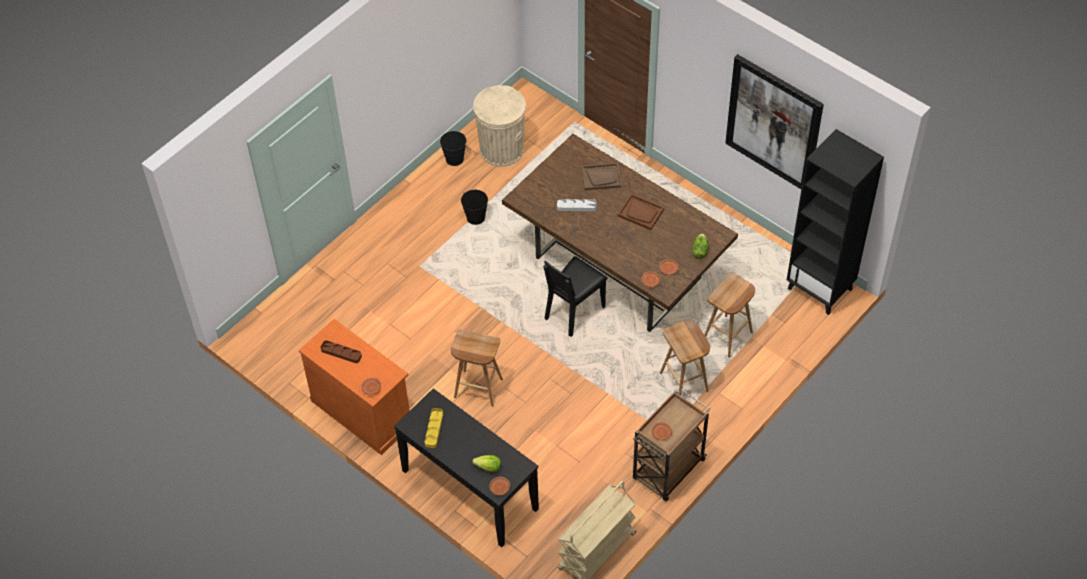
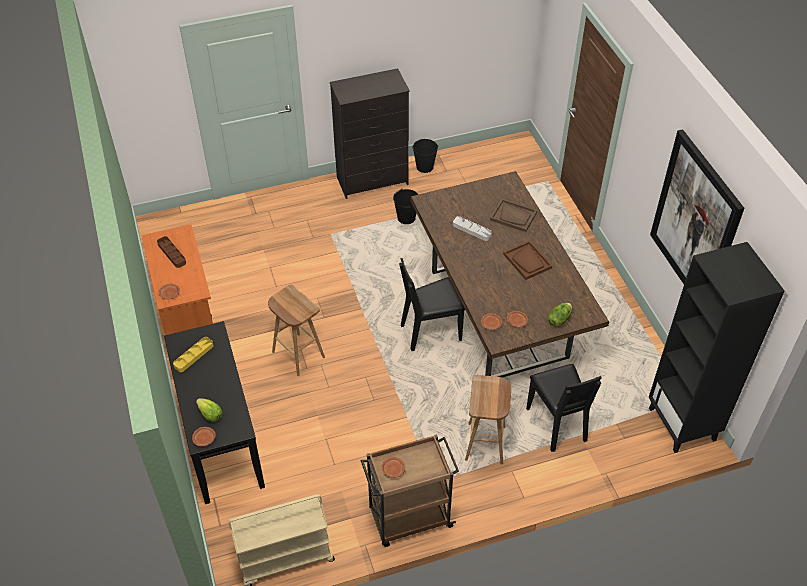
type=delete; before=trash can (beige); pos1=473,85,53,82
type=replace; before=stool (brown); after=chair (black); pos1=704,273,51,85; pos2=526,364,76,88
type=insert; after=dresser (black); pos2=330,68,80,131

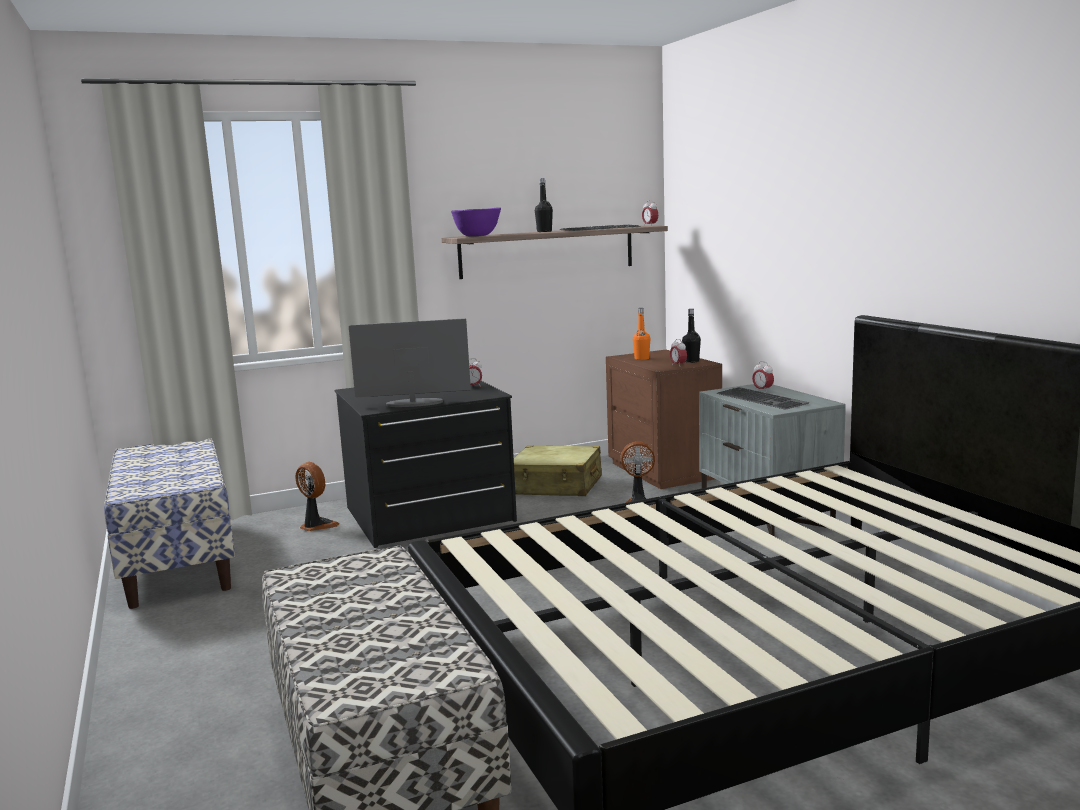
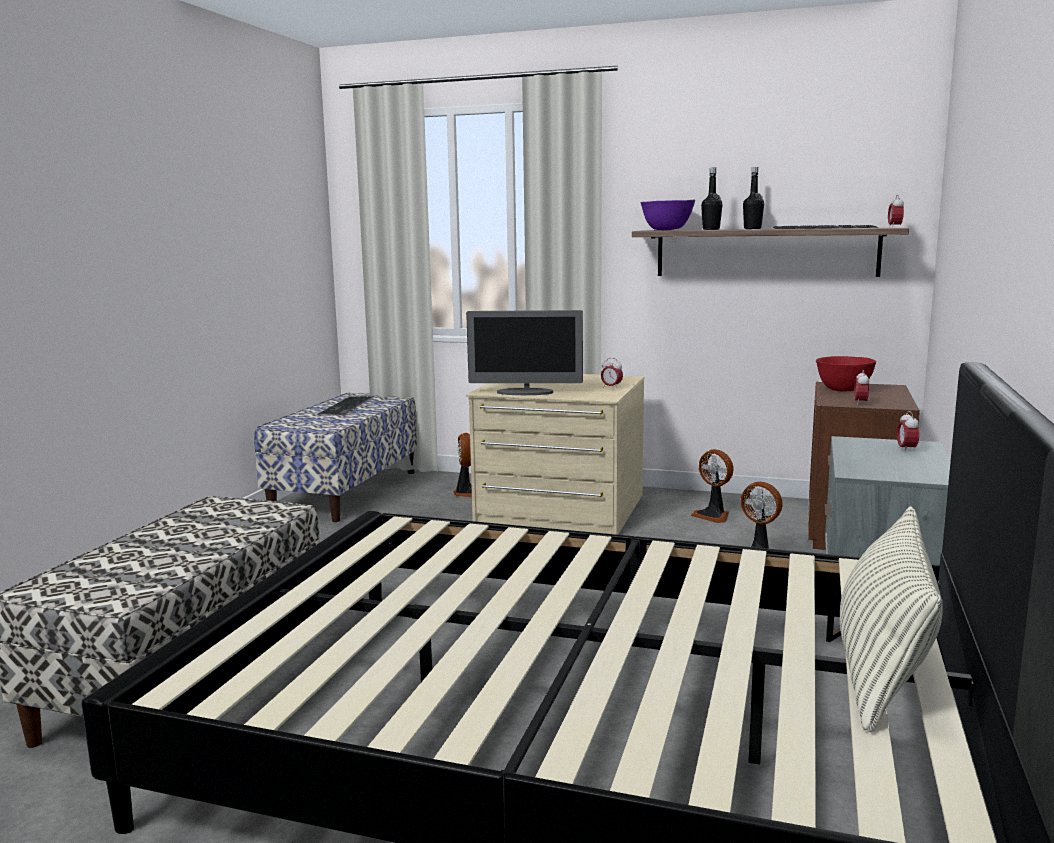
type=replace; before=bottle (orange); after=bowl (red); pos1=633,308,18,52; pos2=816,356,60,36
type=move; before=bottle (black); pos1=682,309,19,54; pos2=701,167,22,63
type=rotate; before=monitor; pos1=349,318,122,89; pos2=466,310,117,85; turn=150
type=recolor; before=dresser (black); after=dresser (beige); pos1=334,381,183,167; pos2=466,374,178,161
type=move; before=keyboard; pos1=716,387,94,23; pos2=318,396,56,19
type=replace; before=suitcase (beige); after=fan; pos1=514,446,88,50; pos2=691,449,43,74
type=insert; after=pillow; pos2=840,507,103,225

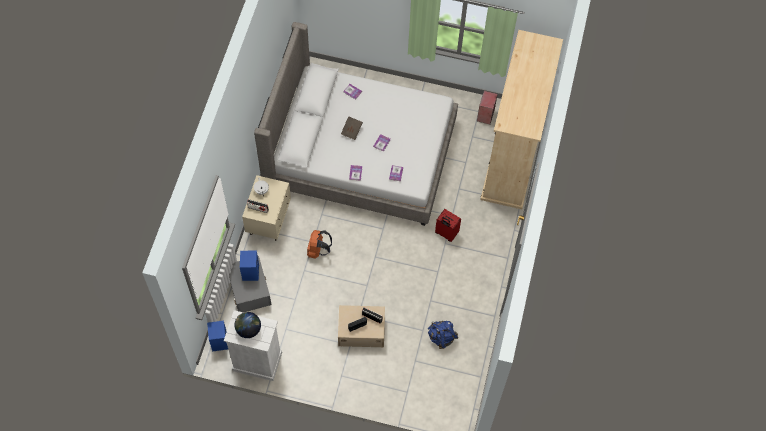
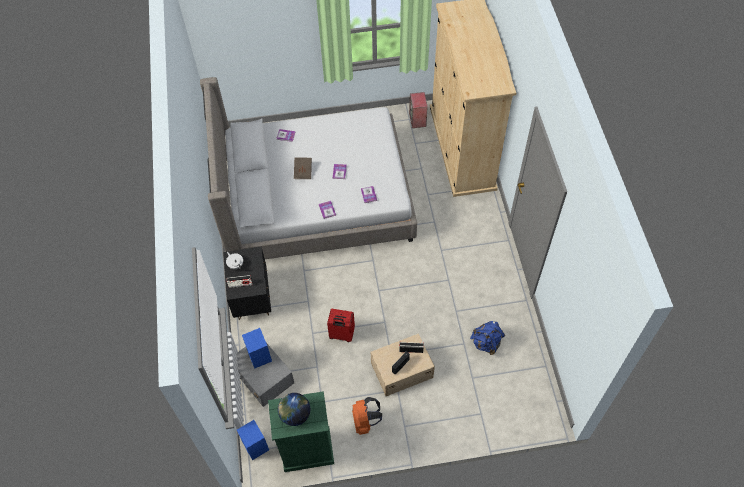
type=recolor; before=nightstand (beige); after=nightstand (black); pos1=242,175,49,66; pos2=223,246,48,74
type=move; before=suitcase (red); pos1=435,209,26,33; pos2=327,309,28,33
type=move; before=backpack (orange); pos1=307,230,25,29; pos2=352,397,30,38
type=recolor; before=dresser (white); after=dresser (green); pos1=224,310,58,71; pos2=268,391,66,81

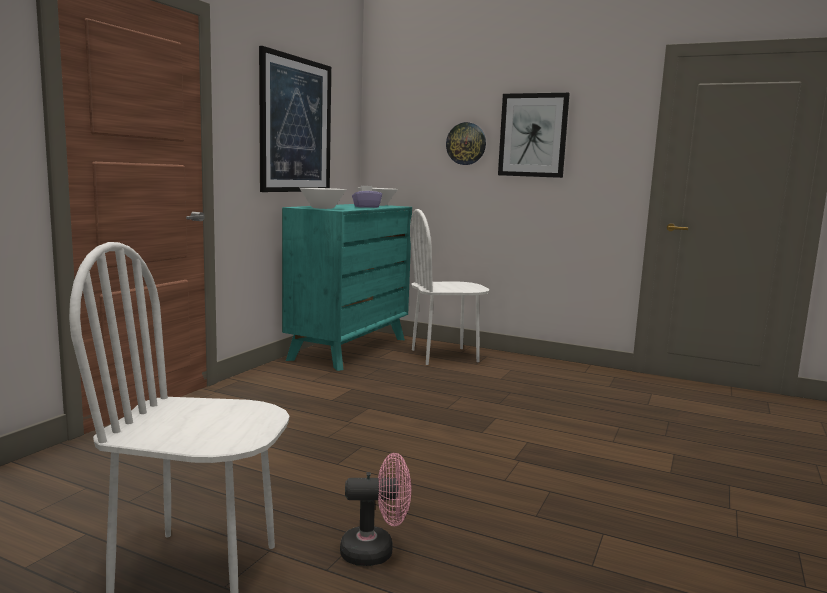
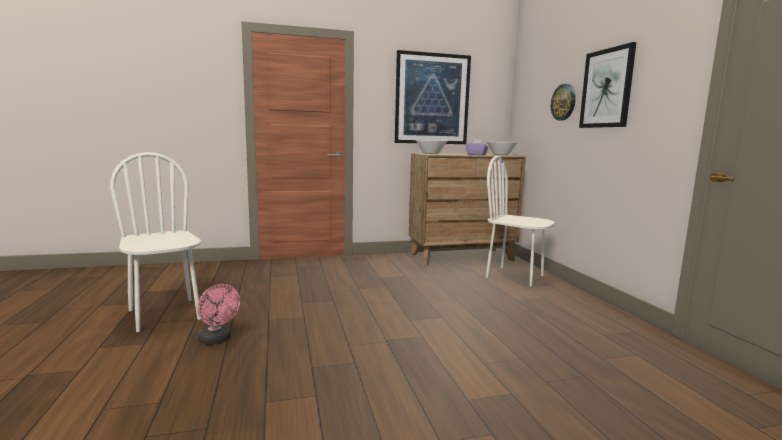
type=recolor; before=dresser (turquoise); after=dresser (brown); pos1=282,204,130,167; pos2=409,153,117,113

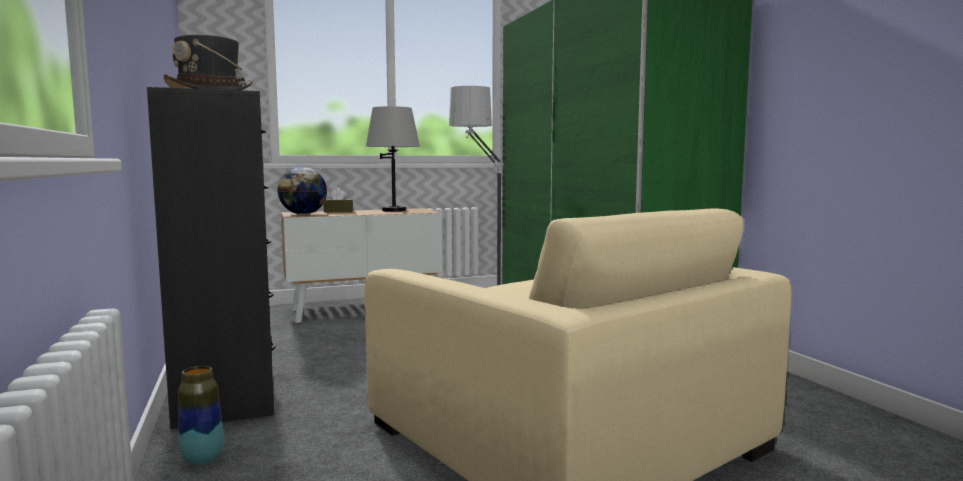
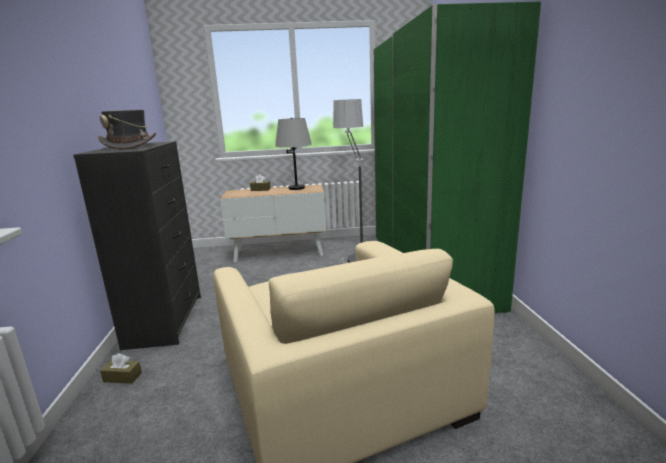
type=delete; before=globe; pos1=278,167,49,48
type=replace; before=vase; after=tissue box (brown); pos1=178,366,46,99; pos2=100,353,42,31

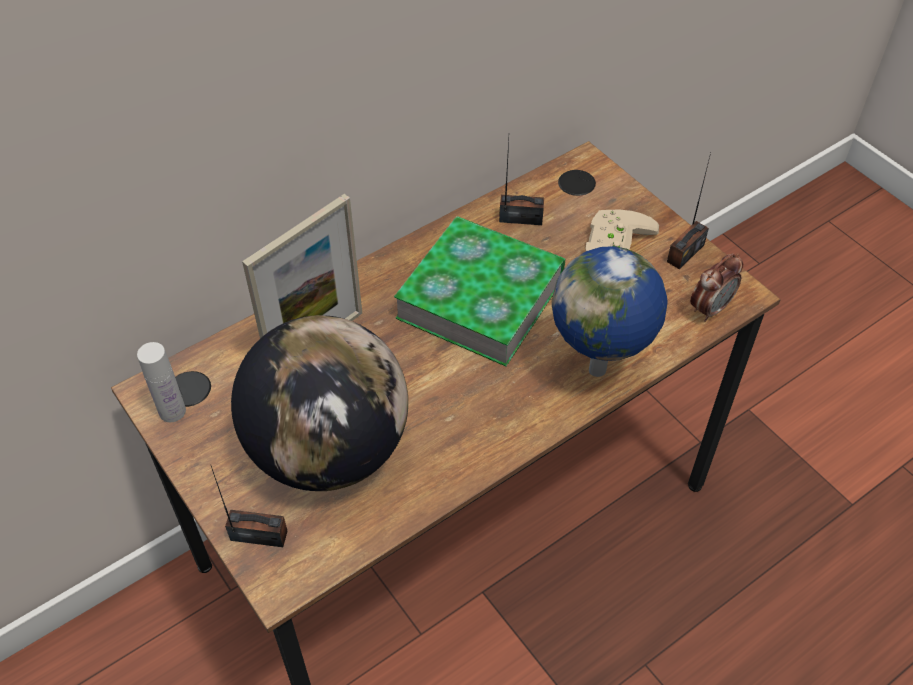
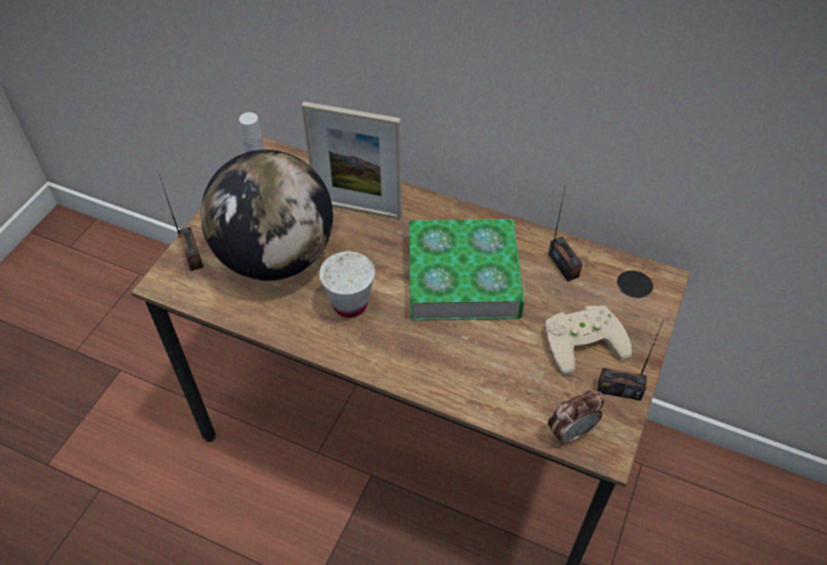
type=delete; before=globe; pos1=552,246,116,131
type=rotate; before=alarm clock; pos1=690,253,53,69; pos2=548,390,56,55; turn=-45
type=insert; after=cup (white); pos2=319,251,56,67

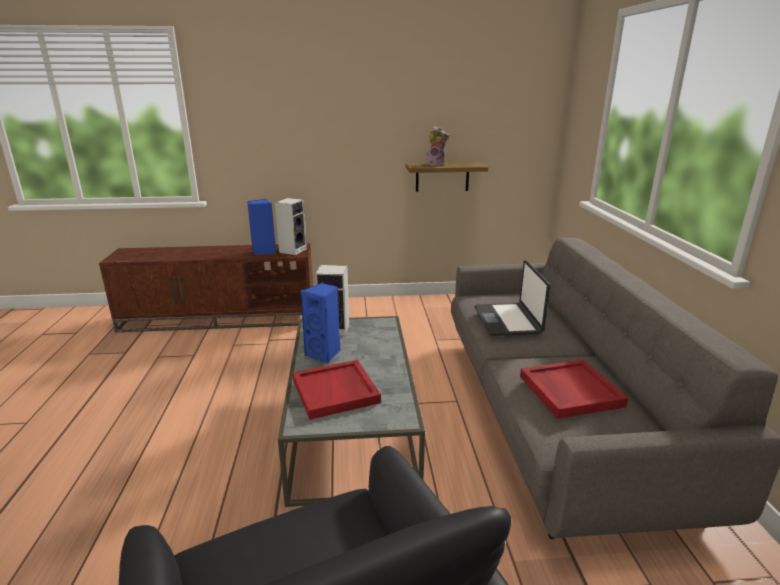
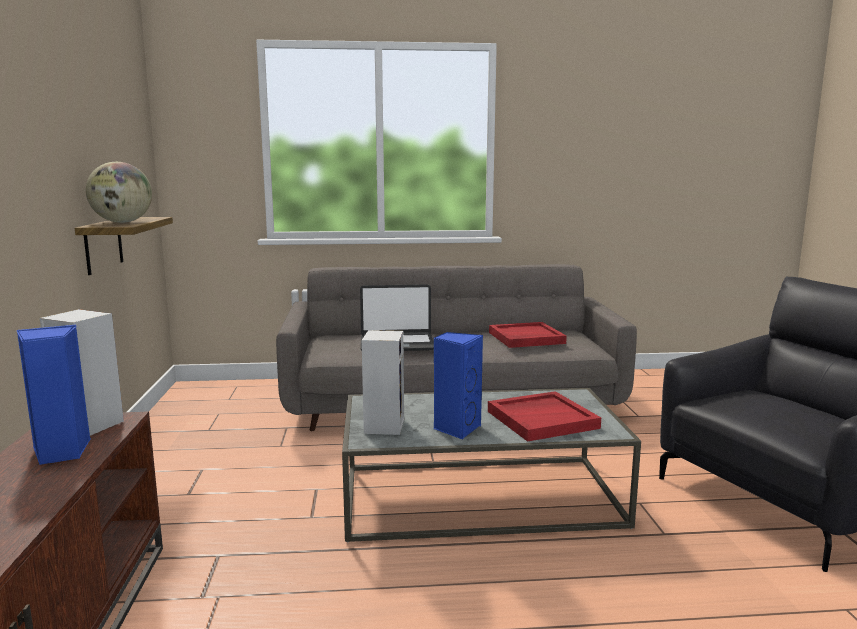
type=replace; before=plush toy; after=globe; pos1=425,126,24,40; pos2=86,162,66,61

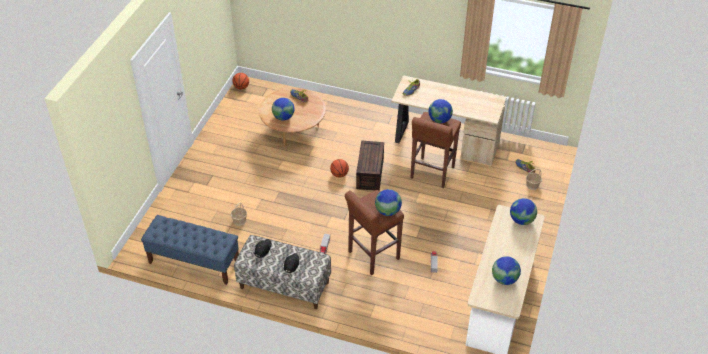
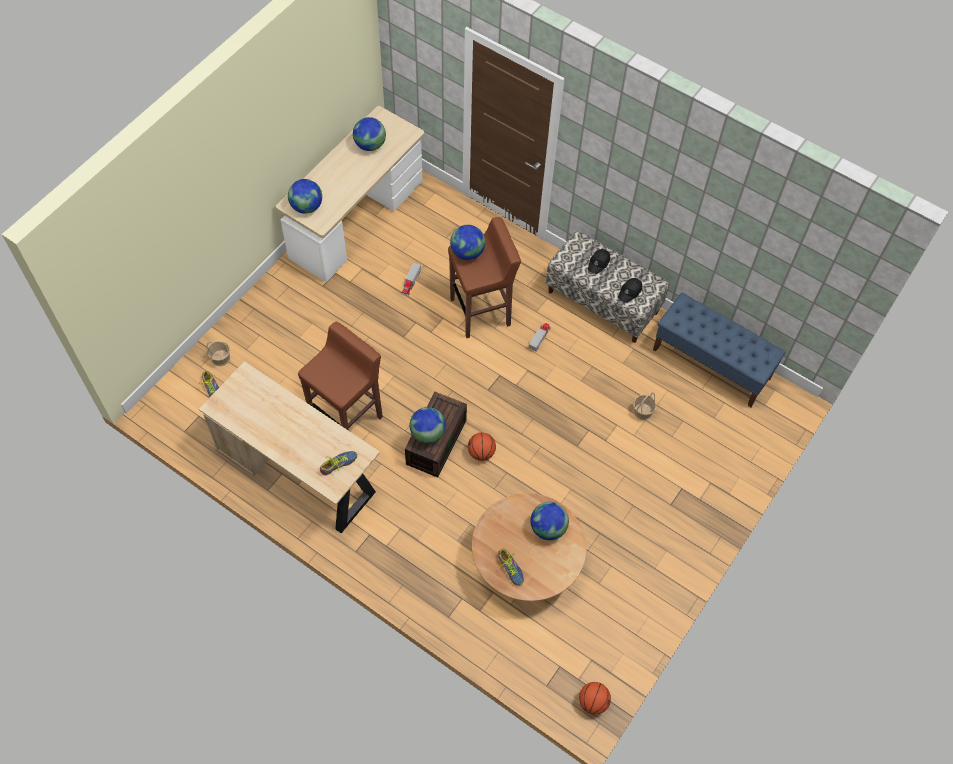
type=move; before=globe; pos1=428,99,25,24; pos2=409,407,37,37

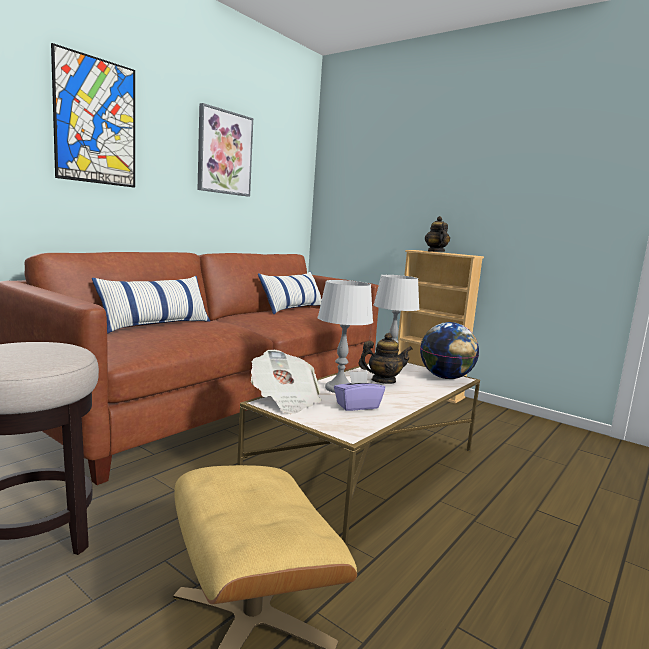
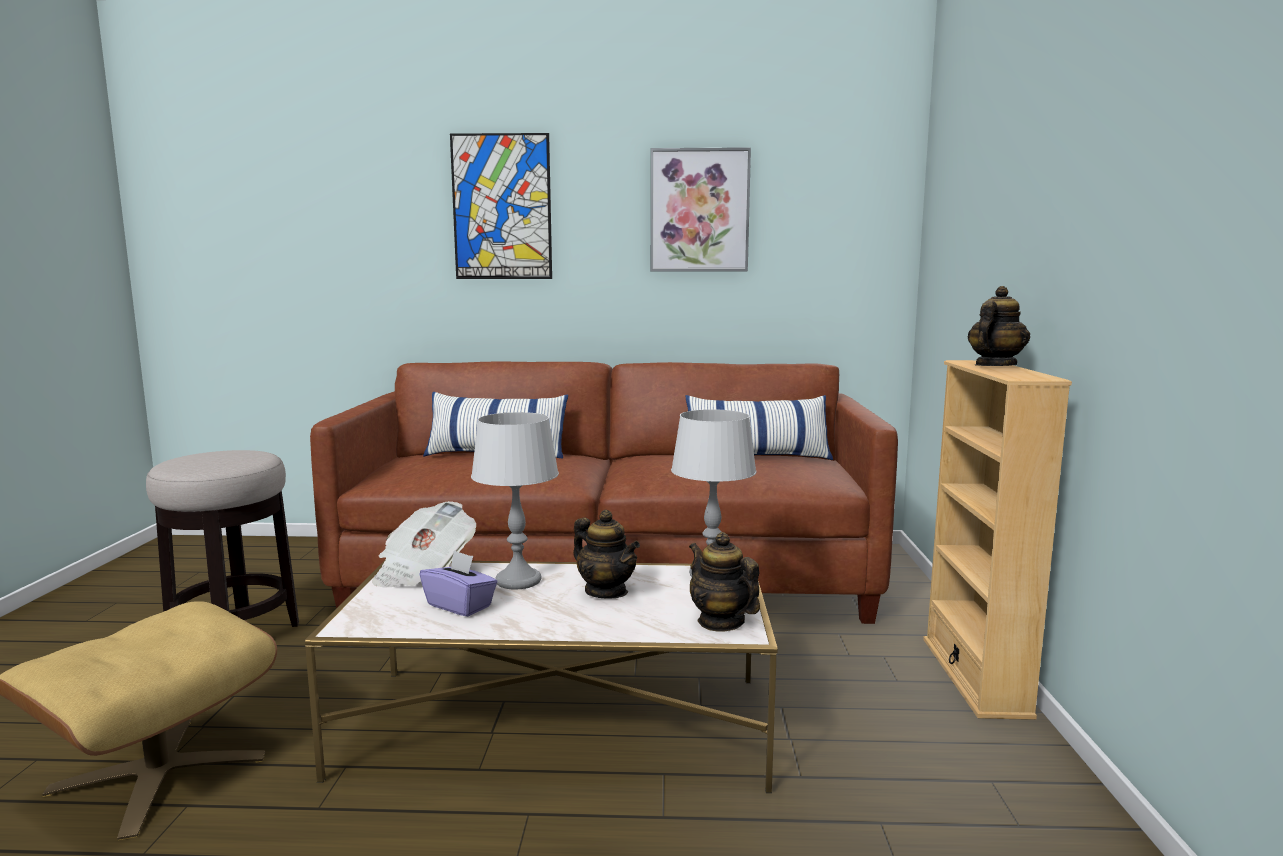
type=replace; before=globe; after=teapot; pos1=420,322,59,57; pos2=689,532,71,99

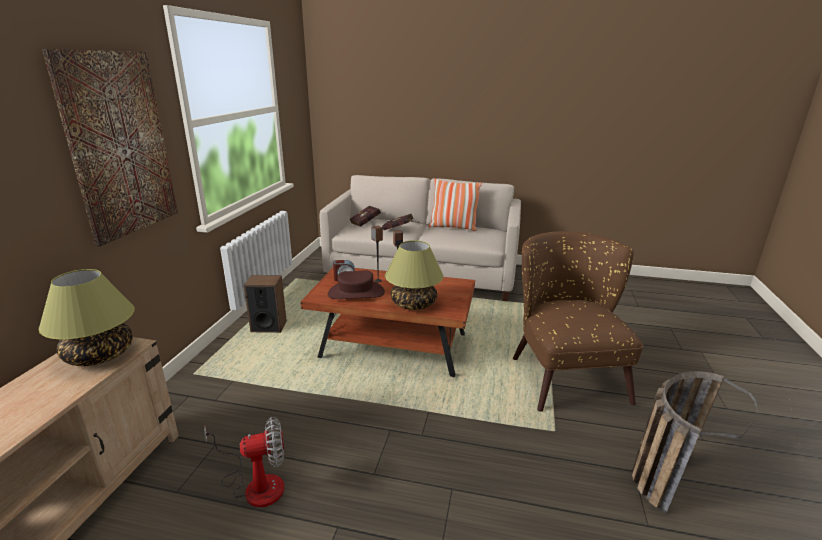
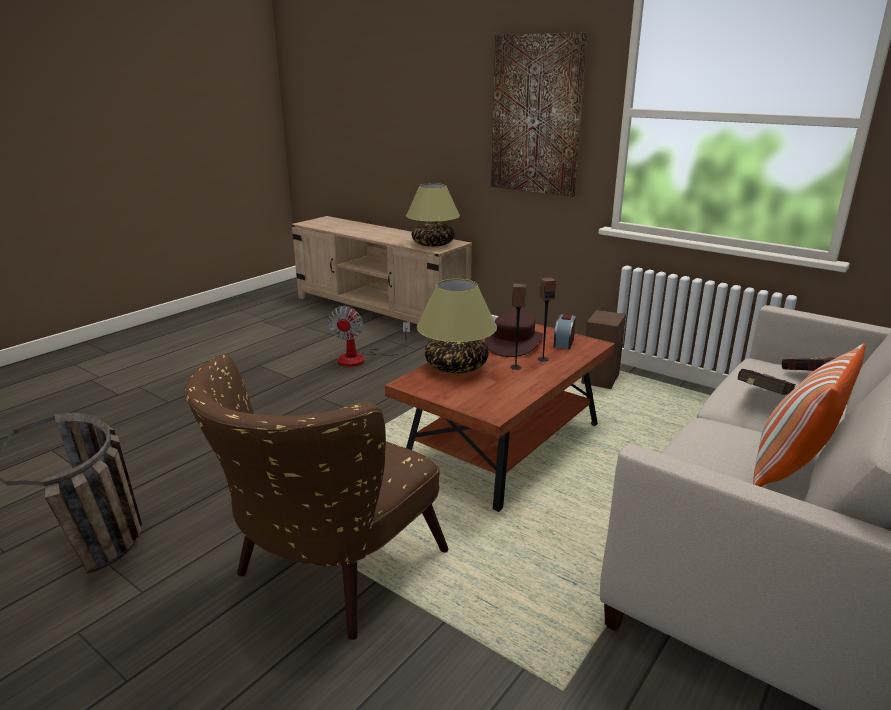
type=rotate; before=armchair (brown); pos1=513,231,130,181; pos2=184,354,264,286; turn=105

